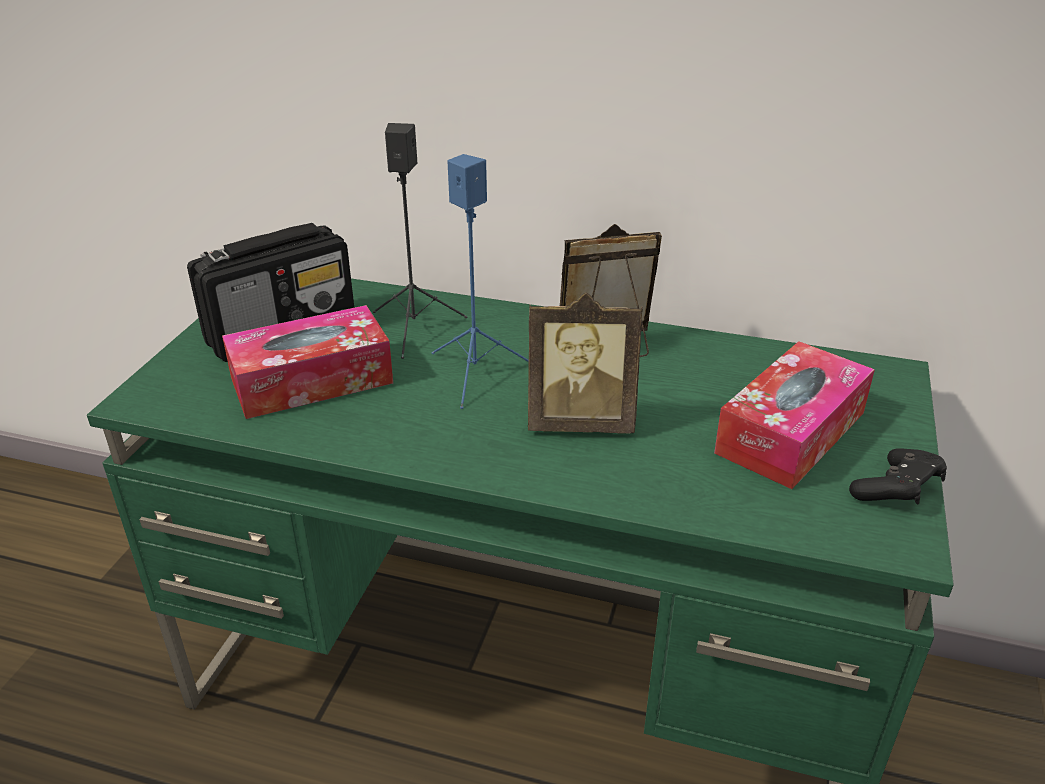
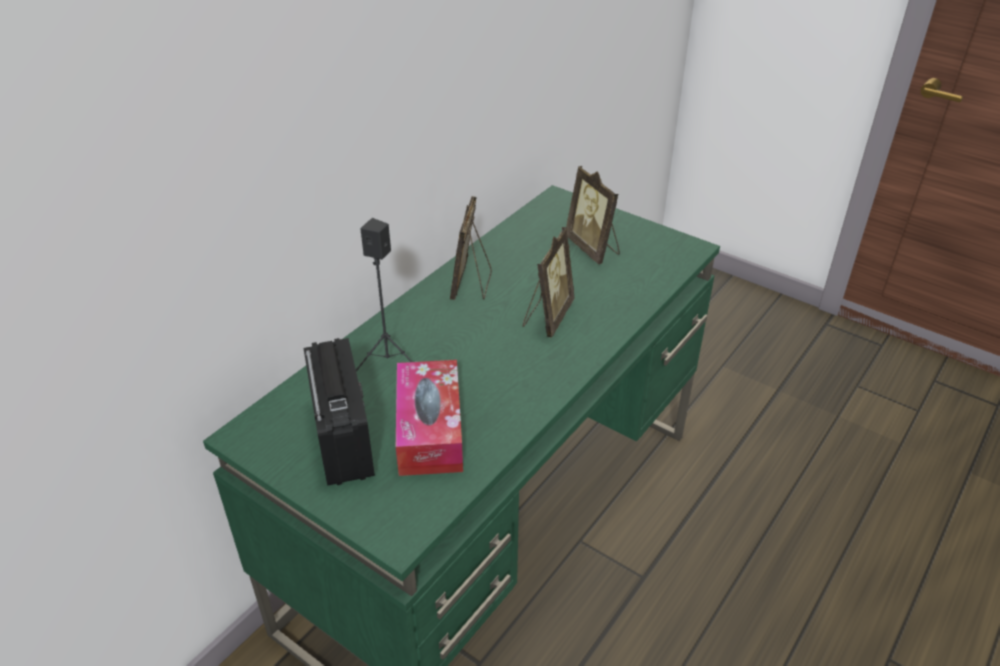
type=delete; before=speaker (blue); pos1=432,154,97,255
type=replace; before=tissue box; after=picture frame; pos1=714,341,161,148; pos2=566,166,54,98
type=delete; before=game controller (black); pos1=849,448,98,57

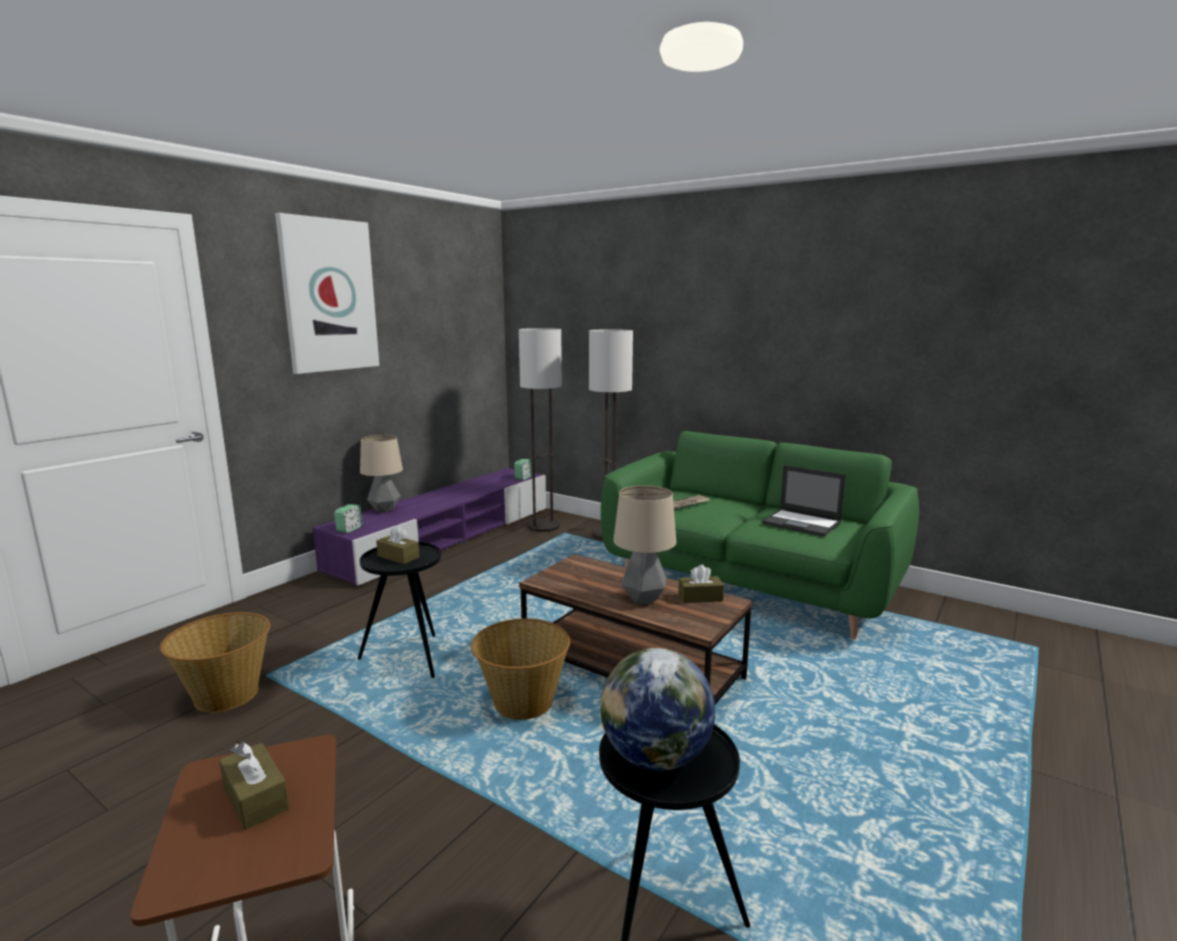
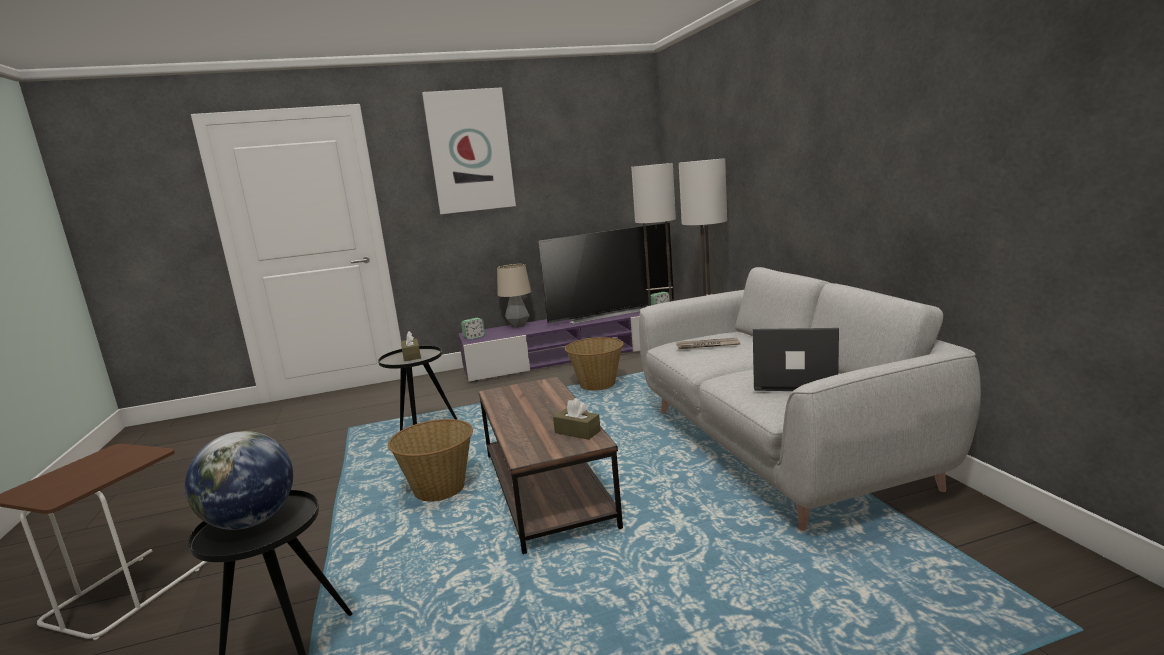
type=recolor; before=sofa (green); after=sofa (grey); pos1=601,431,318,208; pos2=639,267,342,264
type=rotate; before=laptop; pos1=762,465,84,72; pos2=753,328,86,63; turn=120
type=delete; before=table lamp; pos1=613,485,63,120
type=move; before=basket; pos1=160,612,110,100; pos2=565,337,58,53
type=delete; before=tissue box (brown); pos1=219,742,70,88
type=insert; after=television; pos2=538,223,136,100

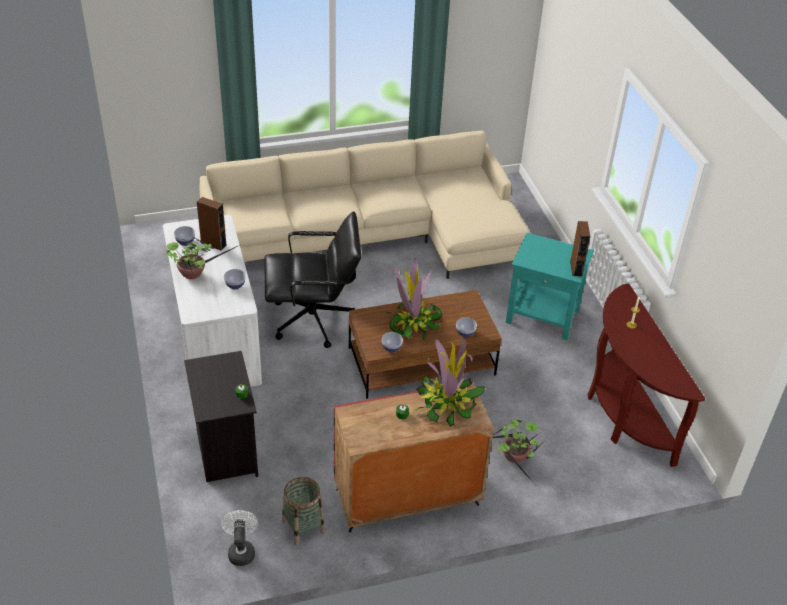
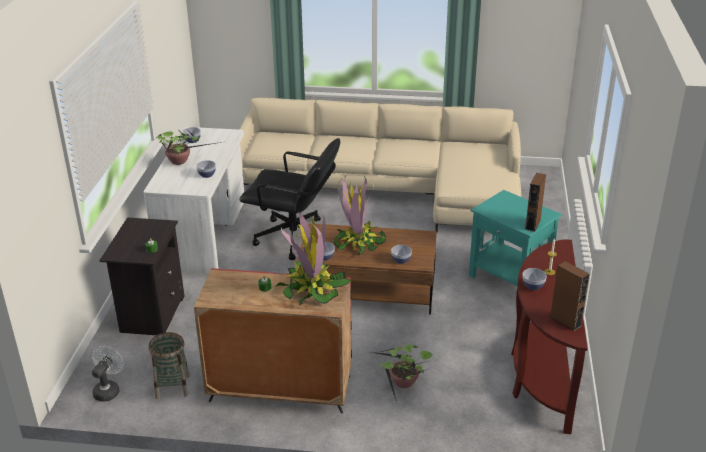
type=move; before=speaker (brown); pos1=197,197,30,54; pos2=550,261,40,70
type=insert; after=bowl; pos2=522,268,25,22

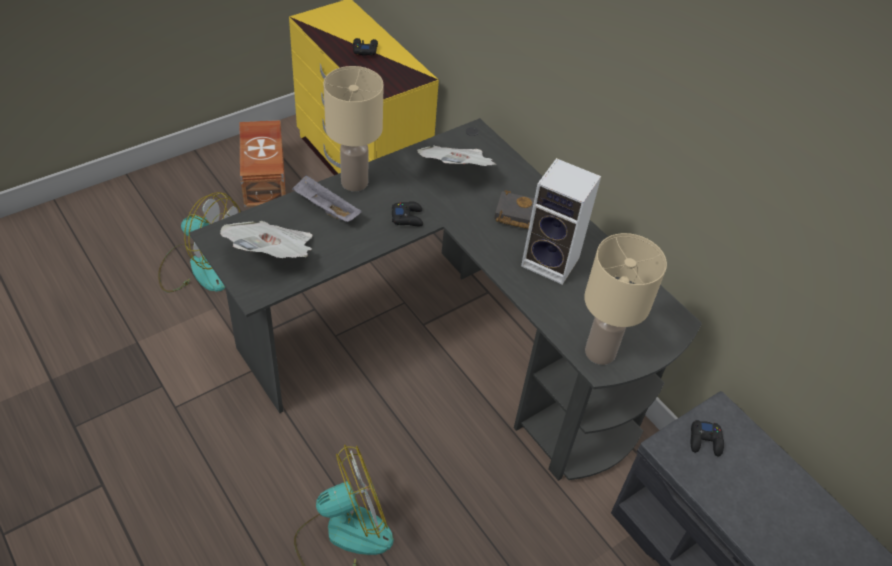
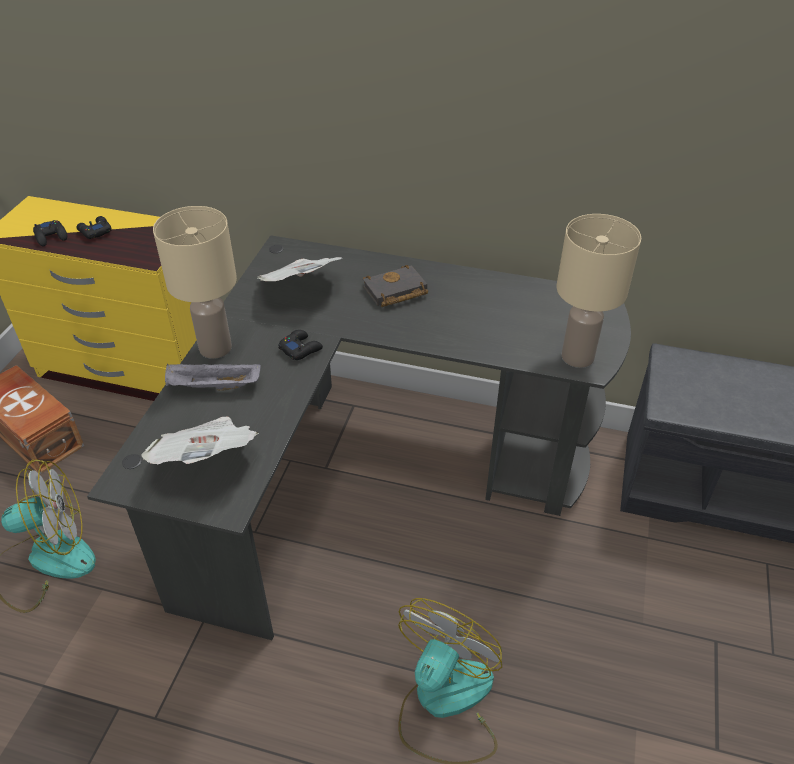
type=delete; before=speaker; pos1=521,158,80,127
type=move; before=game controller (black); pos1=691,420,33,36; pos2=33,220,34,26

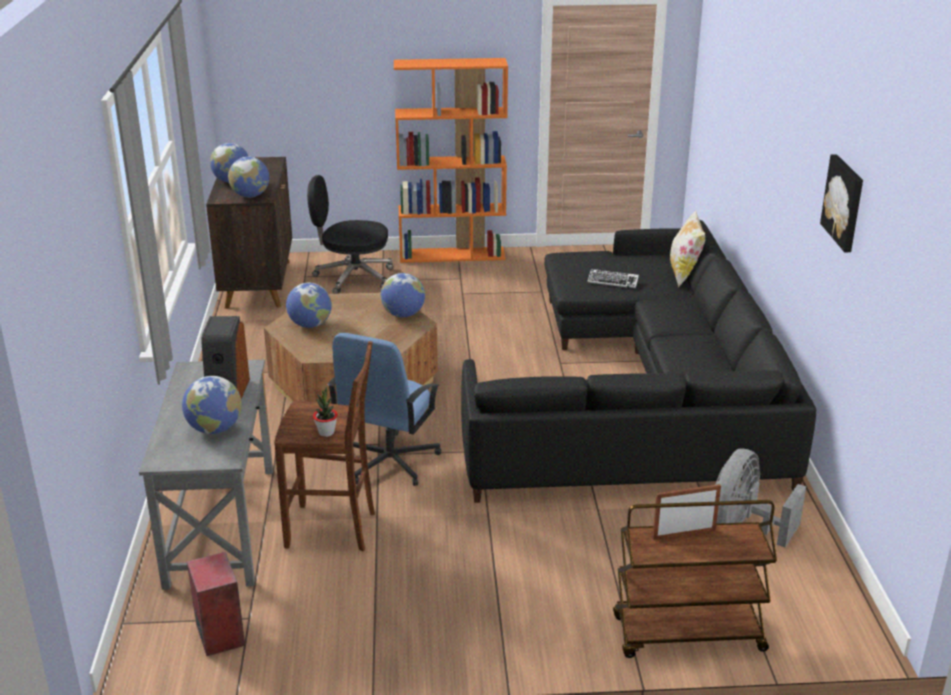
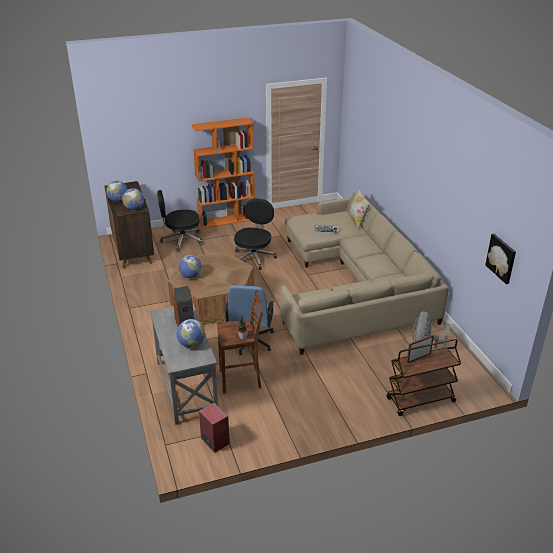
type=move; before=picture; pos1=820,155,43,97; pos2=485,234,31,50
type=recolor; before=sofa (black); after=sofa (beige); pos1=461,220,355,283; pos2=280,192,169,163
type=delete; before=globe; pos1=381,273,44,44
type=insert; after=office chair (black); pos2=234,198,43,72

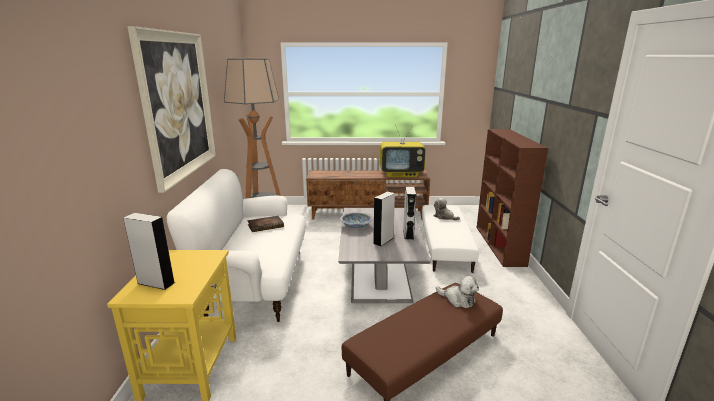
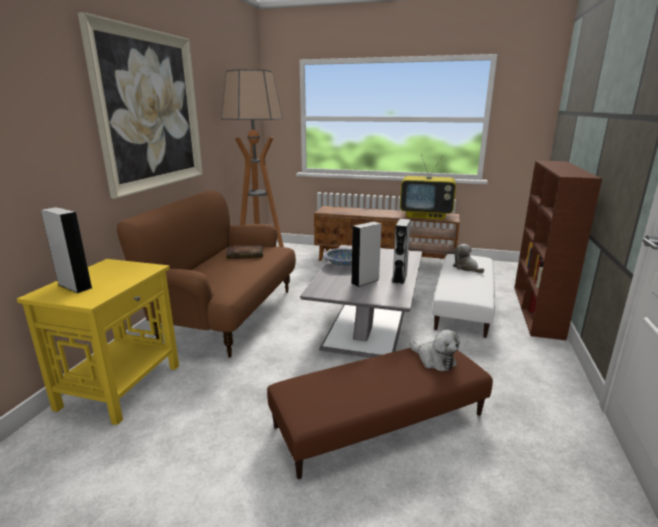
type=recolor; before=sofa (white); after=sofa (brown); pos1=167,169,139,153; pos2=117,190,179,168

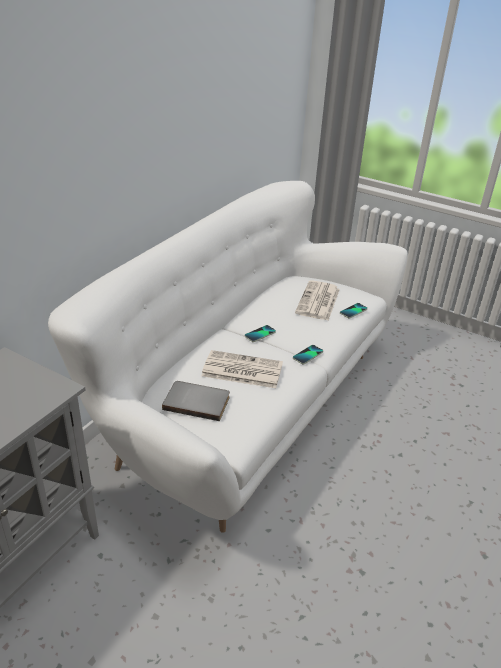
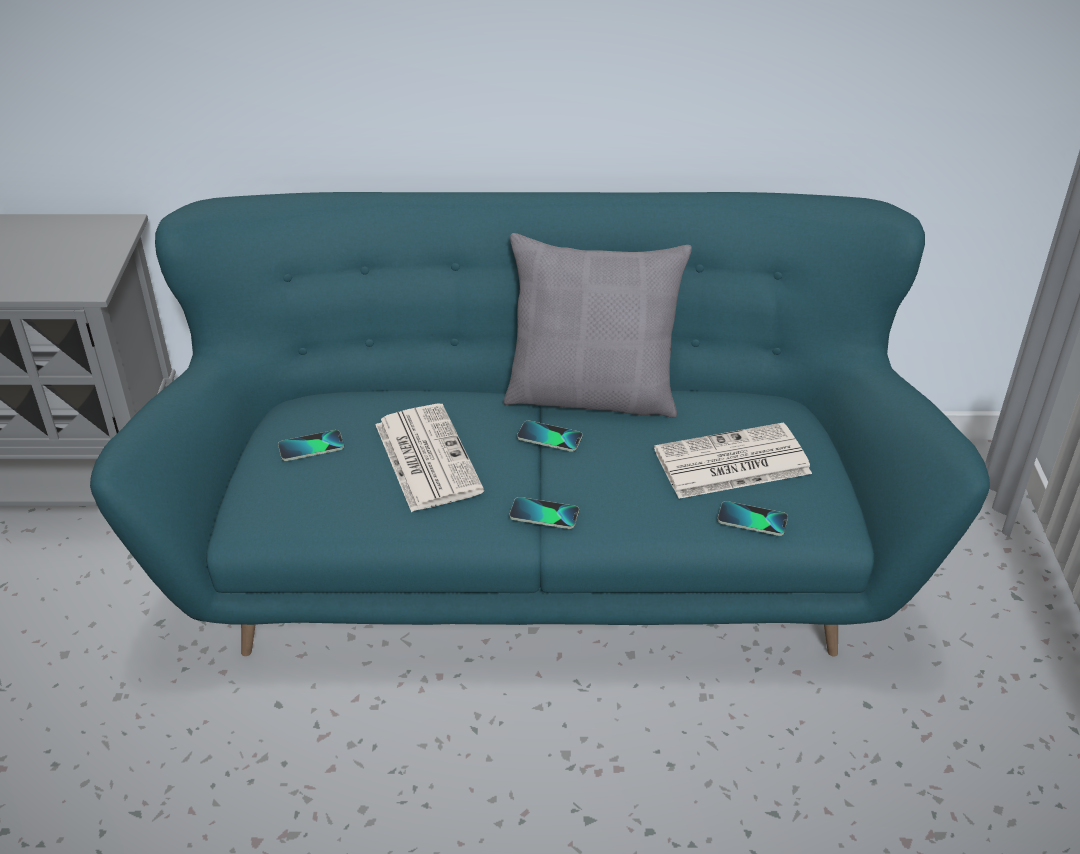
type=recolor; before=sofa (white); after=sofa (turquoise); pos1=48,181,360,352; pos2=90,192,900,465
type=replace; before=book (grey); after=phone; pos1=162,381,68,40; pos2=278,430,66,31
type=insert; after=pillow (grey); pos2=504,233,188,185

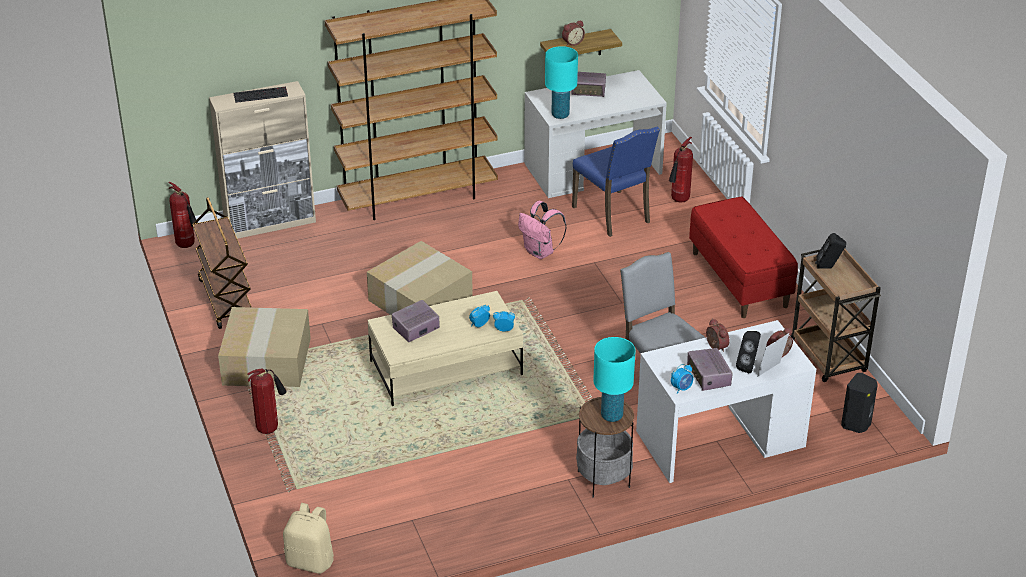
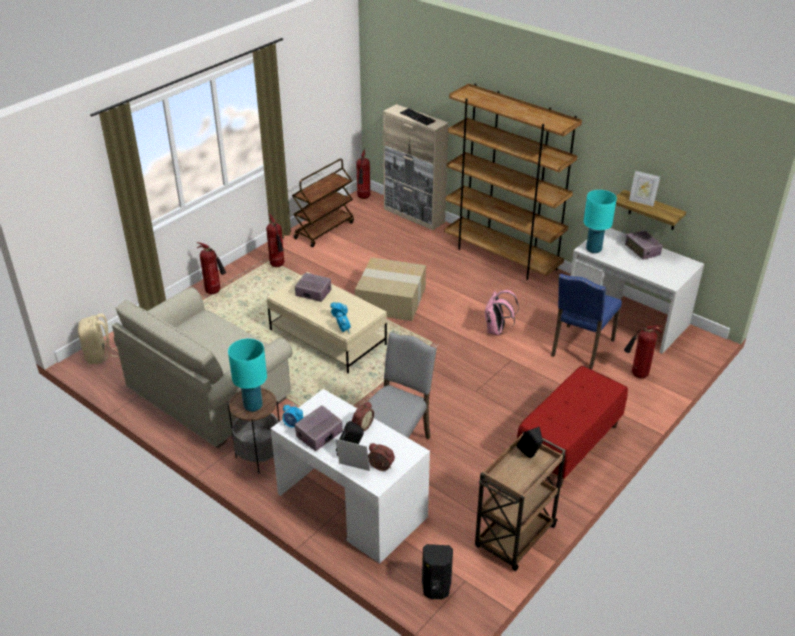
type=replace; before=alarm clock; after=picture frame; pos1=562,21,23,25; pos2=629,171,31,35
type=replace; before=cardboard box; after=fire extinguisher; pos1=218,307,93,80; pos2=266,214,18,53
type=insert; after=sofa (beige); pos2=112,287,181,161

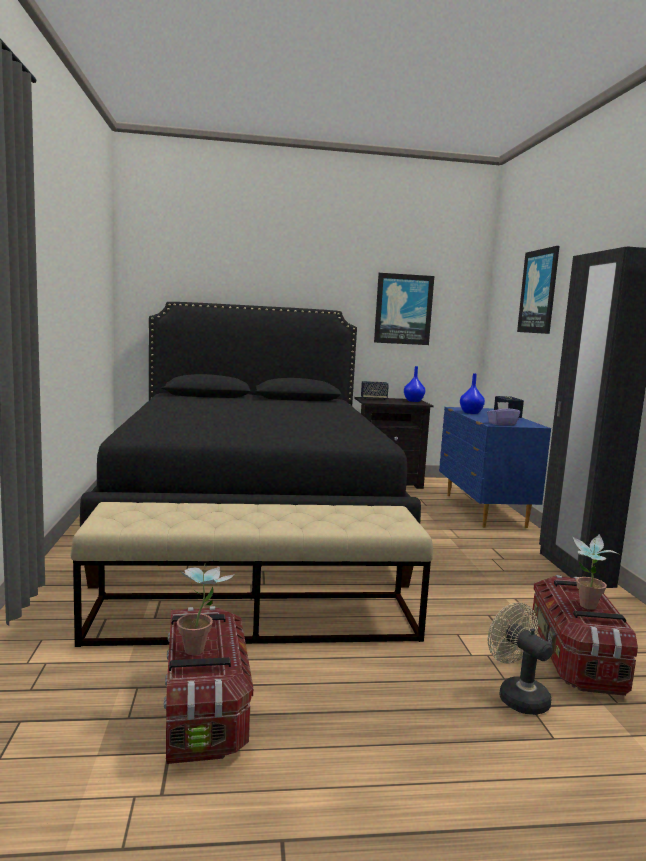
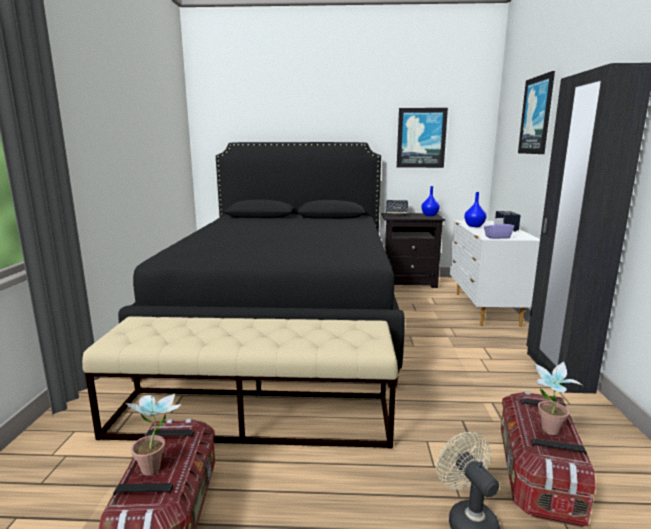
type=recolor; before=dresser (blue); after=dresser (white); pos1=439,407,112,121; pos2=450,221,90,106

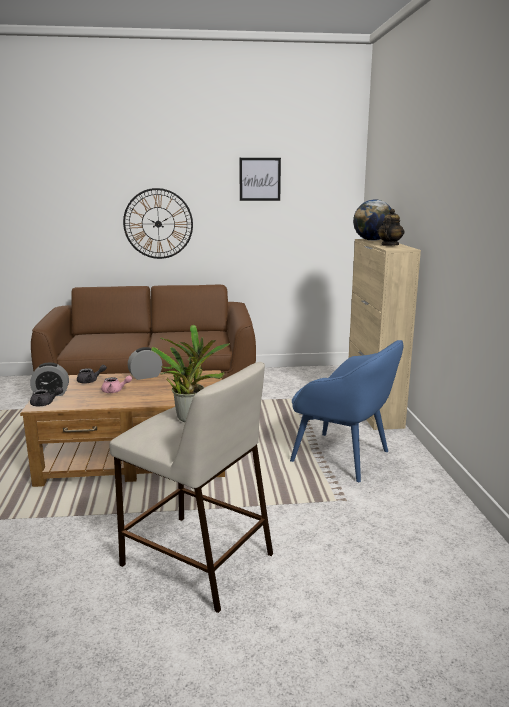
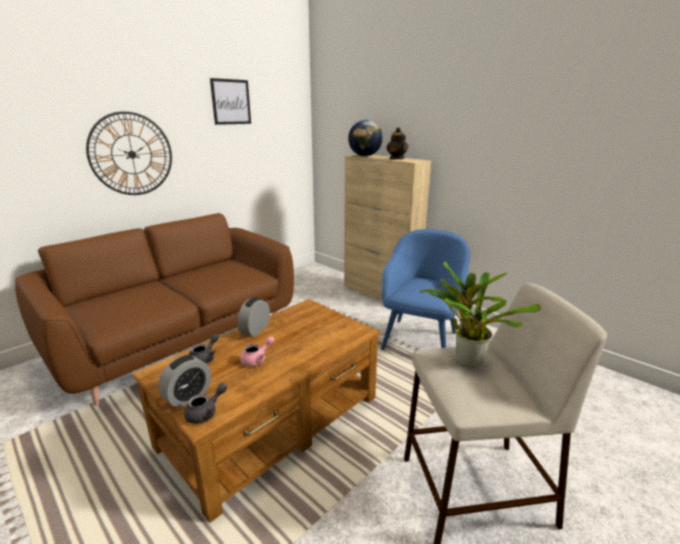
type=rotate; before=armchair (blue); pos1=290,340,113,142; pos2=381,229,89,121; turn=-60

